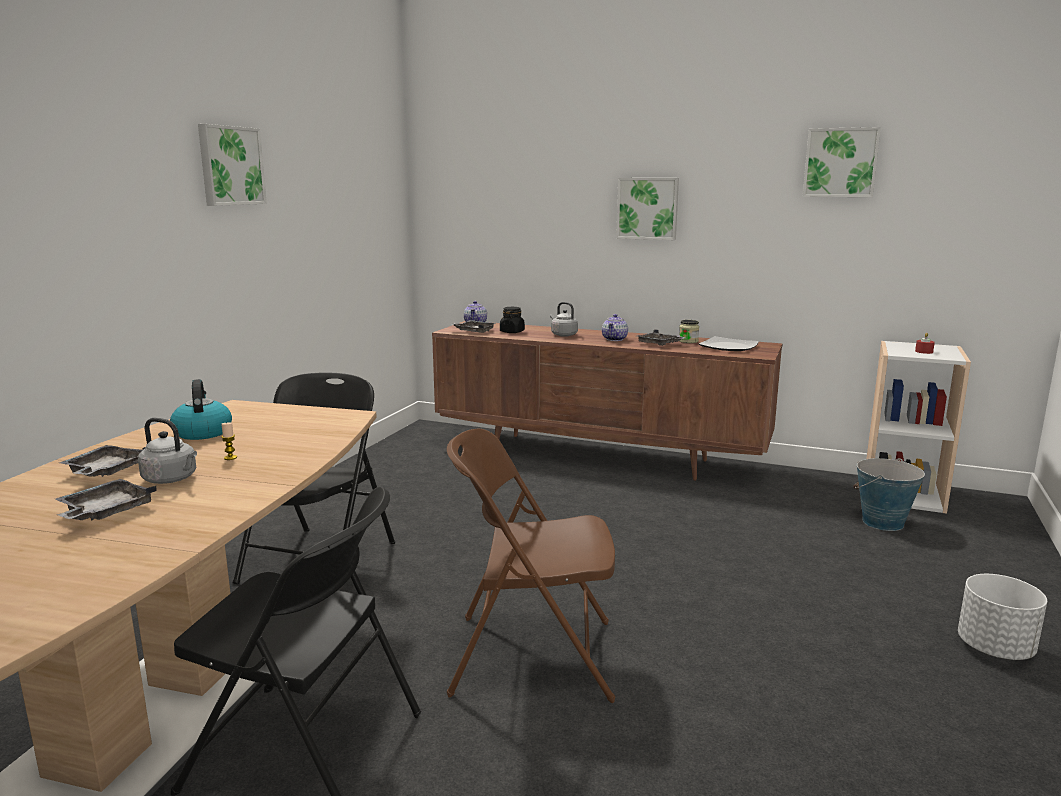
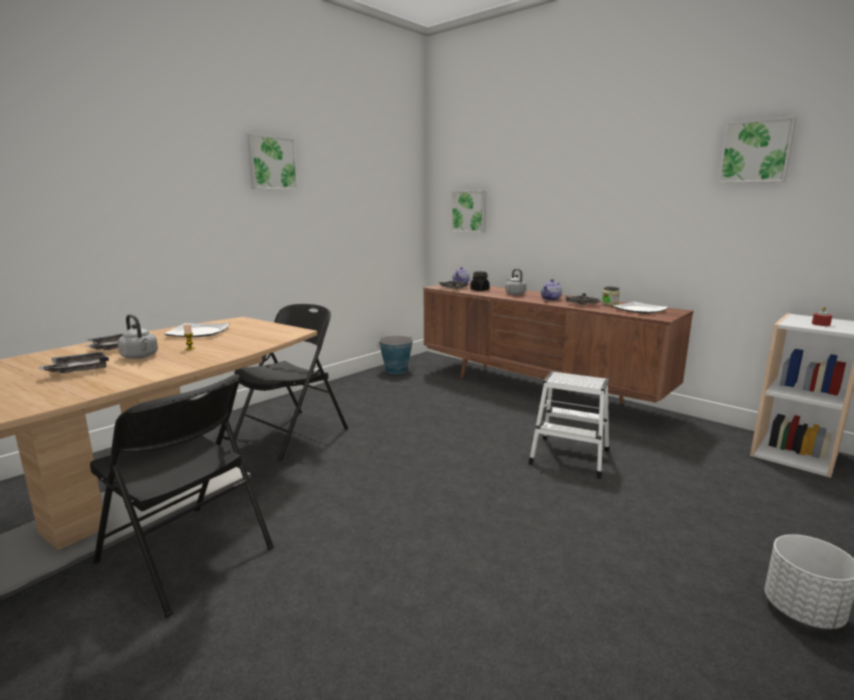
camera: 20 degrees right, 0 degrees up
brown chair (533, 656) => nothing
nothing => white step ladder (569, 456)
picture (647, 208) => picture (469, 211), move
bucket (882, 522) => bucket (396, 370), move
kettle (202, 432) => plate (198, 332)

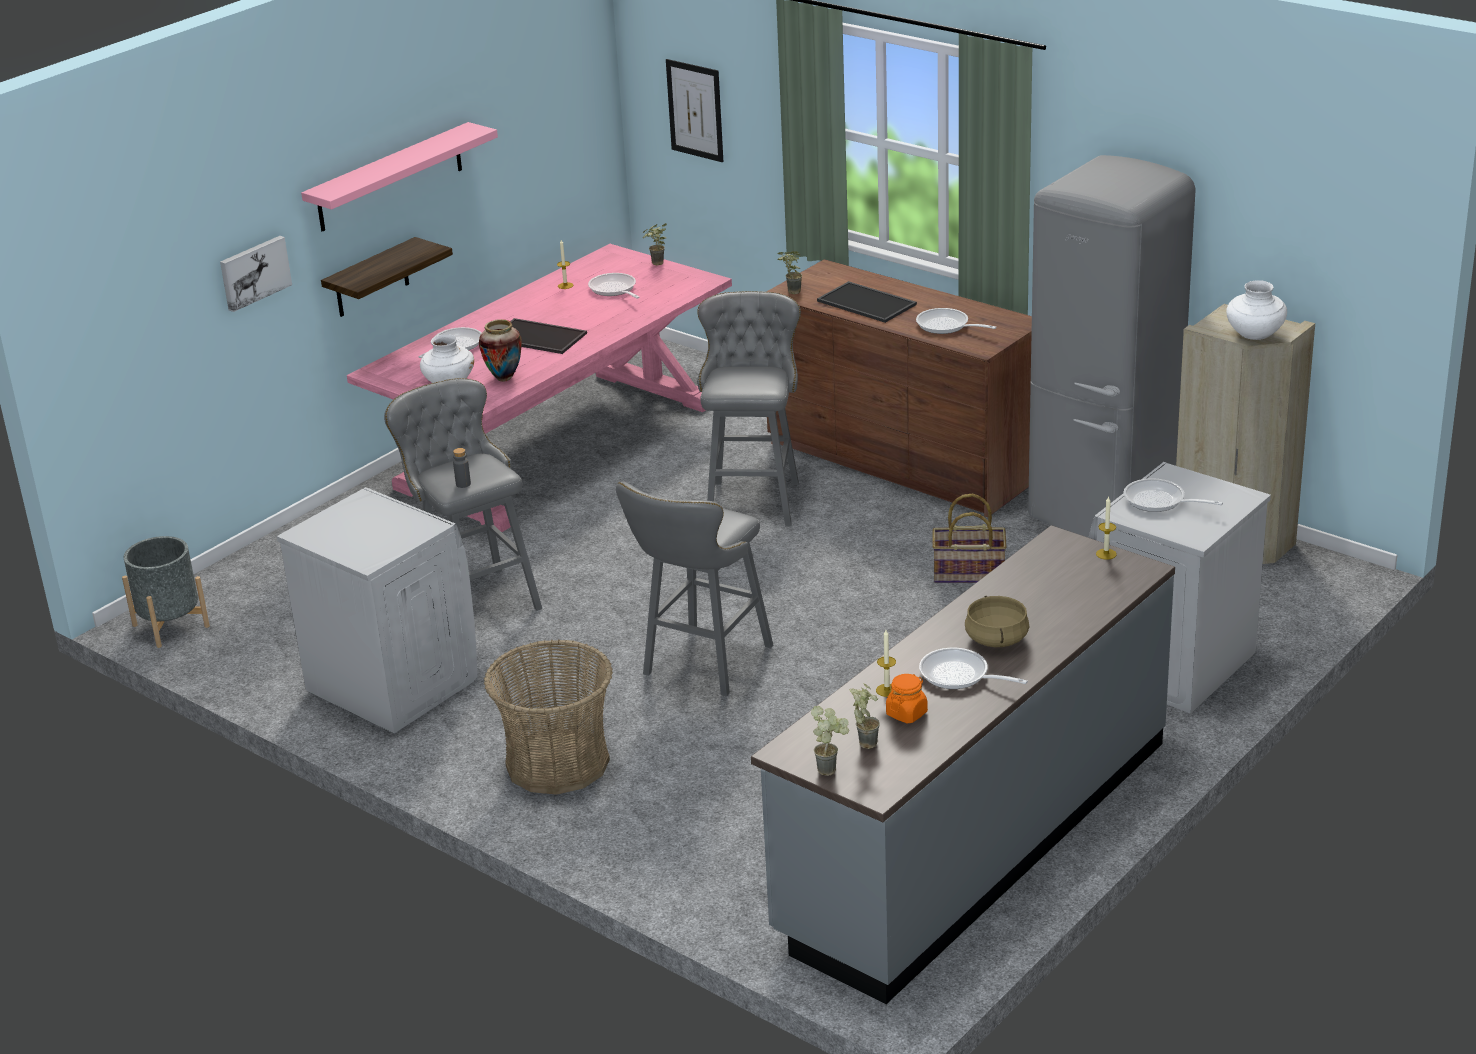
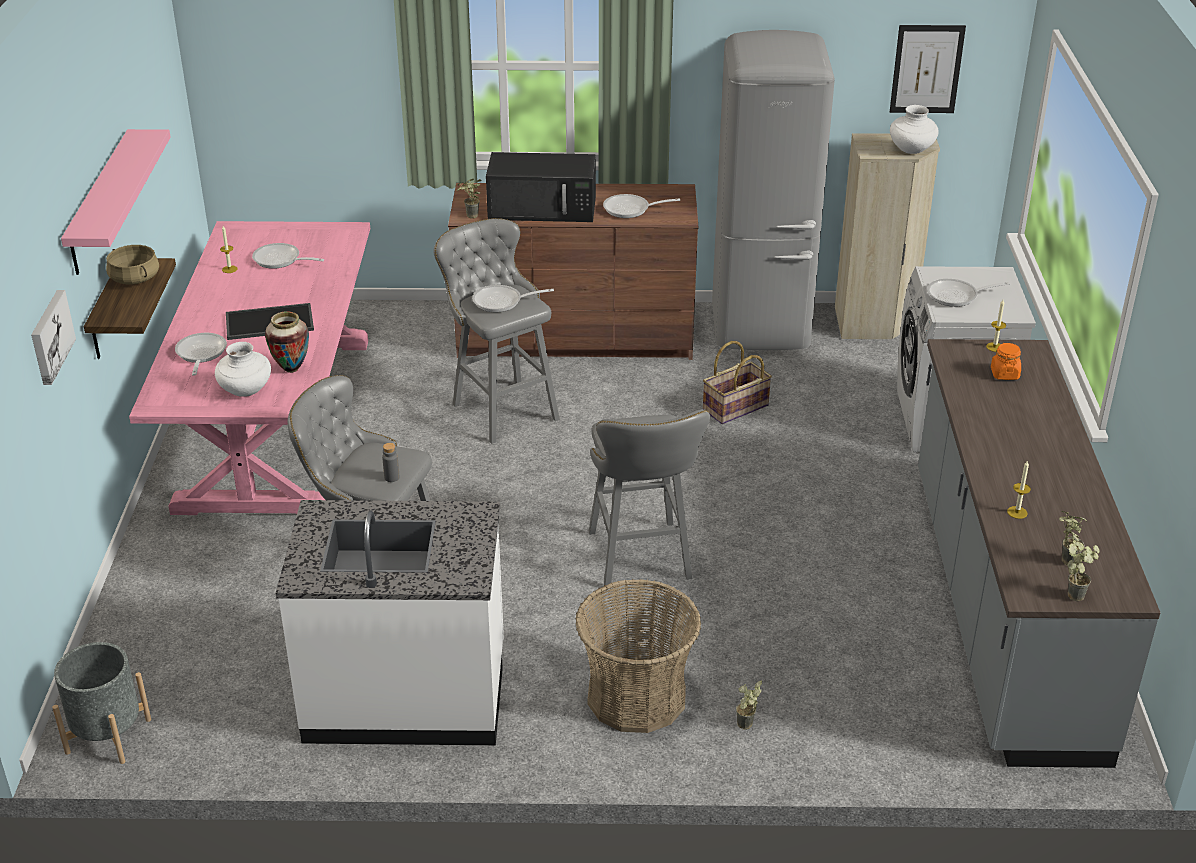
camera: 40 degrees left, 5 degrees up
potted plant (656, 264) => potted plant (746, 728), move
picture (695, 110) => picture (926, 69), move
orange jar (906, 713) => orange jar (1004, 374), move
frying pan (959, 676) => frying pan (502, 302), move
beige cooking pot (996, 639) => beige cooking pot (134, 279), move
white washing machine (392, 686) => white counter (406, 695)
tray (868, 302) => black microwave (544, 208)

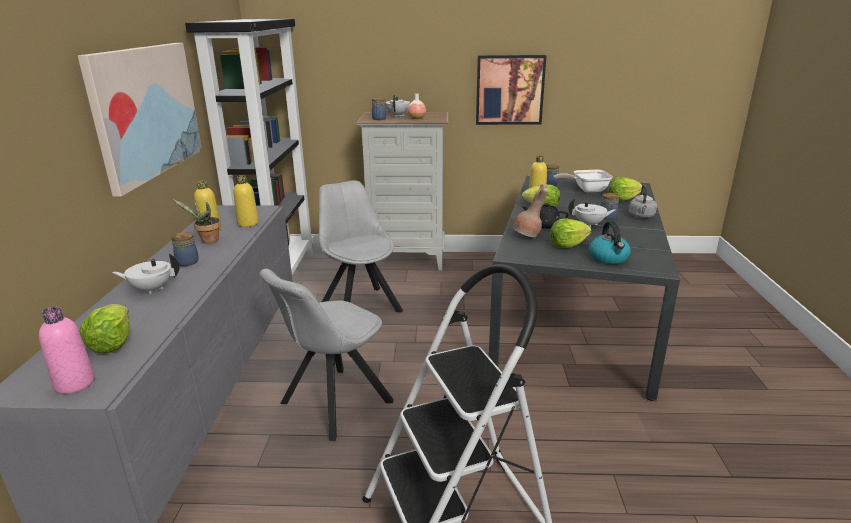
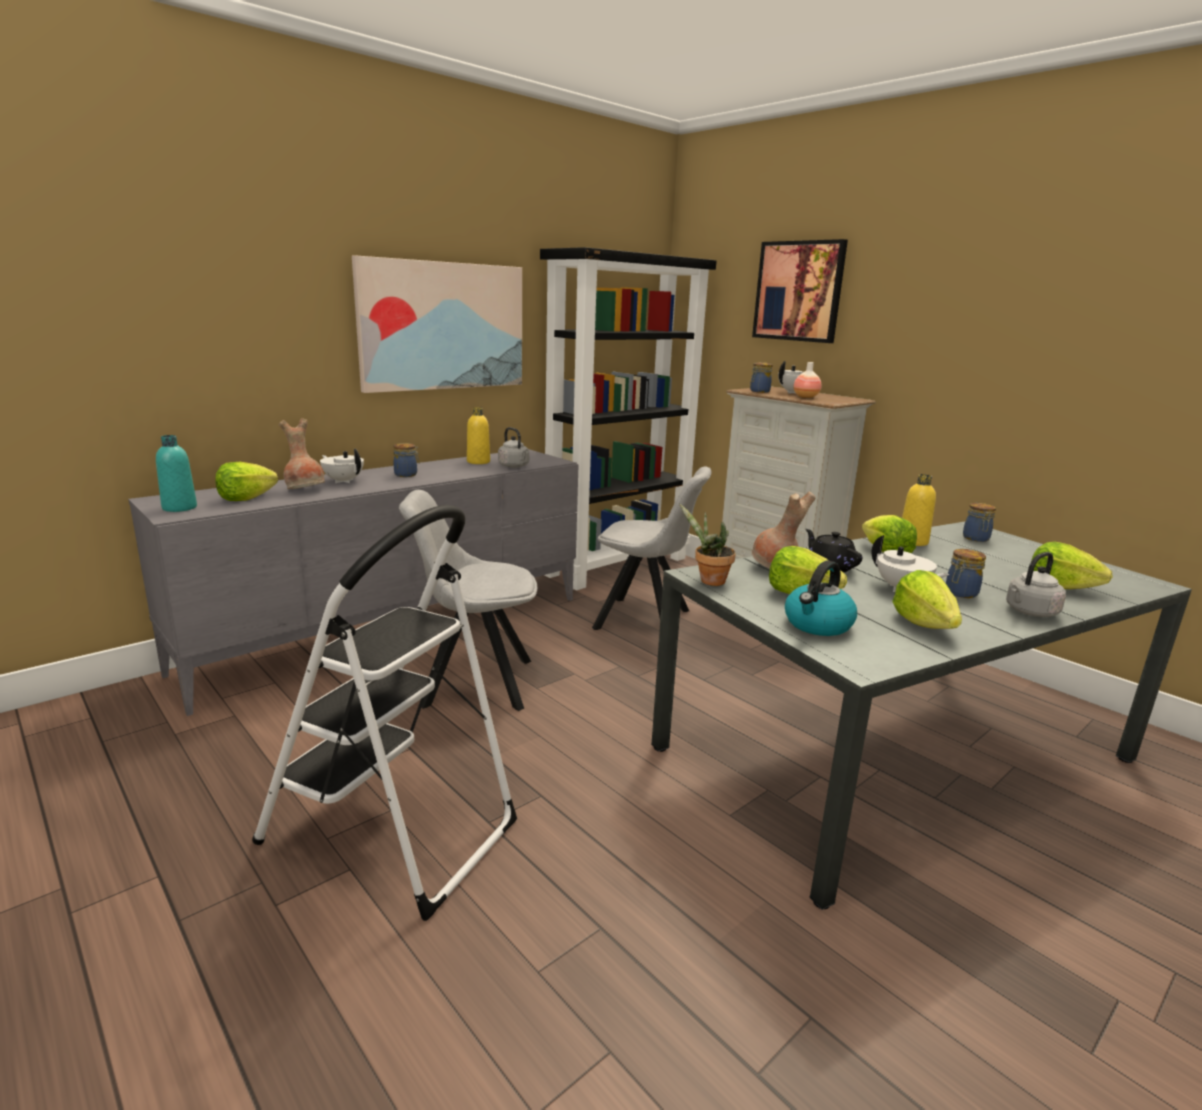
camera: 45 degrees right, 5 degrees down
frying pan (586, 190) => nothing
nothing => brown vase (305, 490)
nothing => lettuce (924, 624)
potted plant (207, 241) => potted plant (708, 581), move
picture (509, 90) => picture (799, 291), move
yellow bottle (248, 223) => grey kettle (514, 466)
pink bottle (75, 383) => turquoise bottle (179, 508)
grey chair (360, 305) => grey chair (645, 620), 90 degrees clockwise

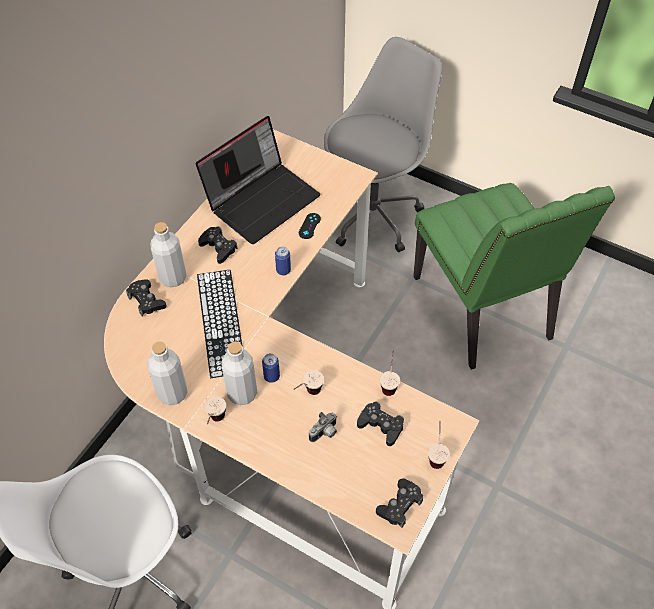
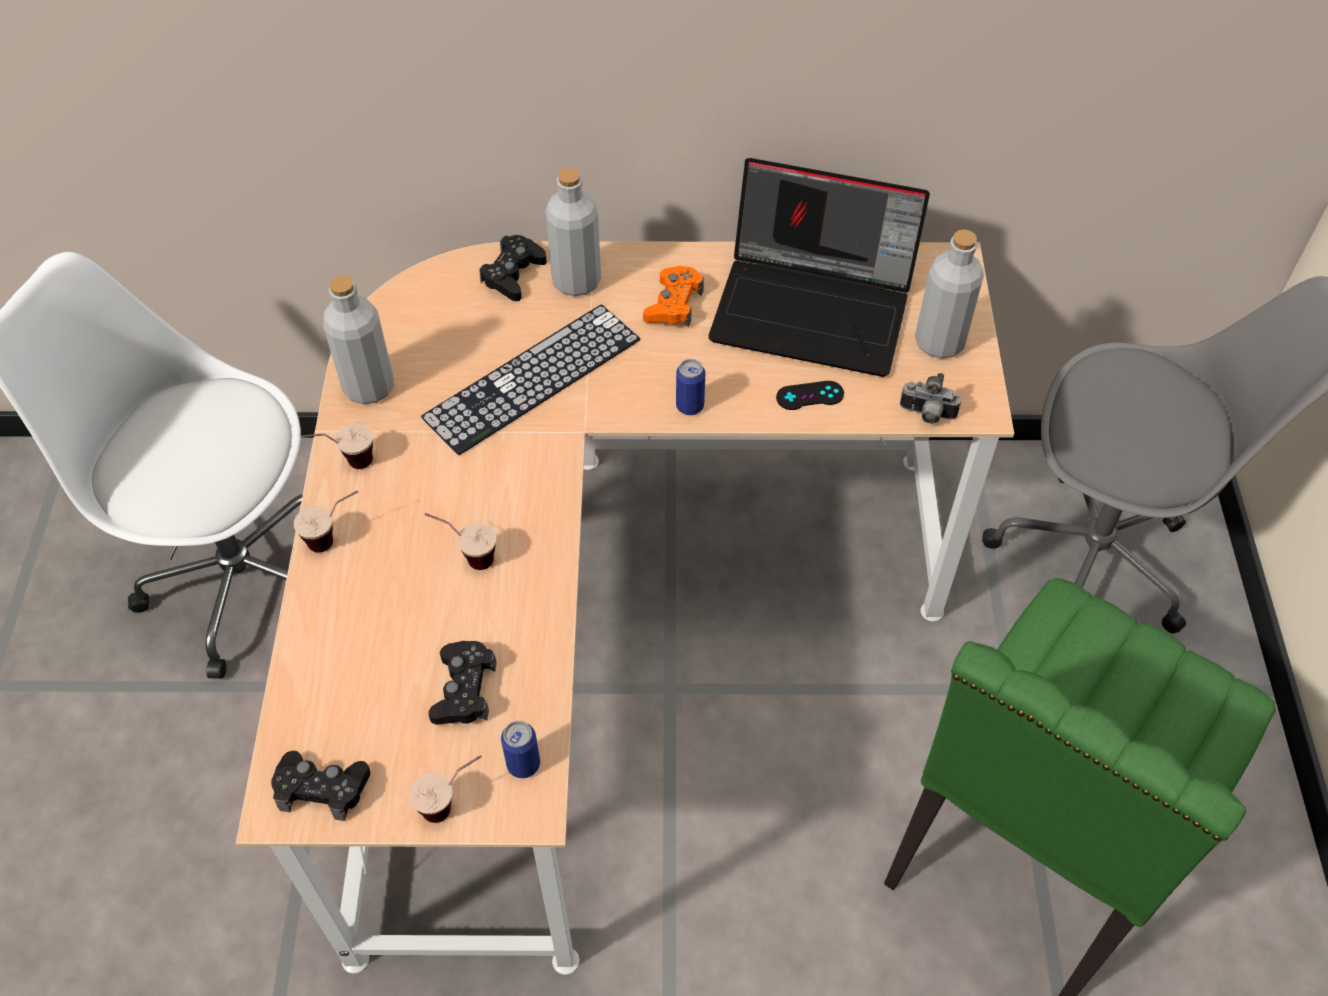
camera: 60 degrees right, 0 degrees up
grey bottle (242, 393) => grey bottle (939, 342), move
can (271, 376) => can (523, 764), move
photo camera (325, 433) => photo camera (926, 415), move
cup (389, 383) => cup (335, 537), move
black game controller (218, 247) => orange game controller (673, 304)

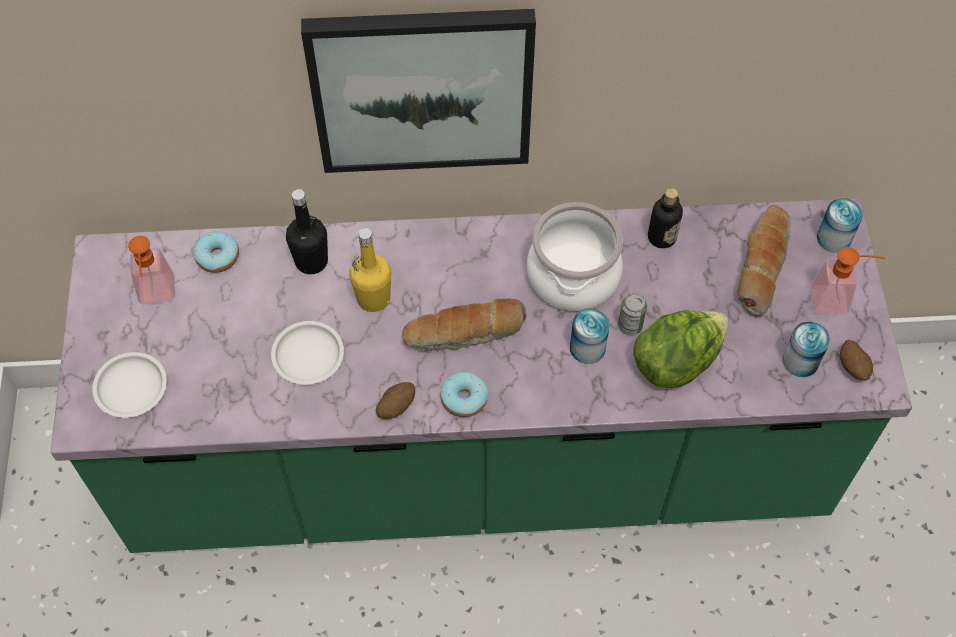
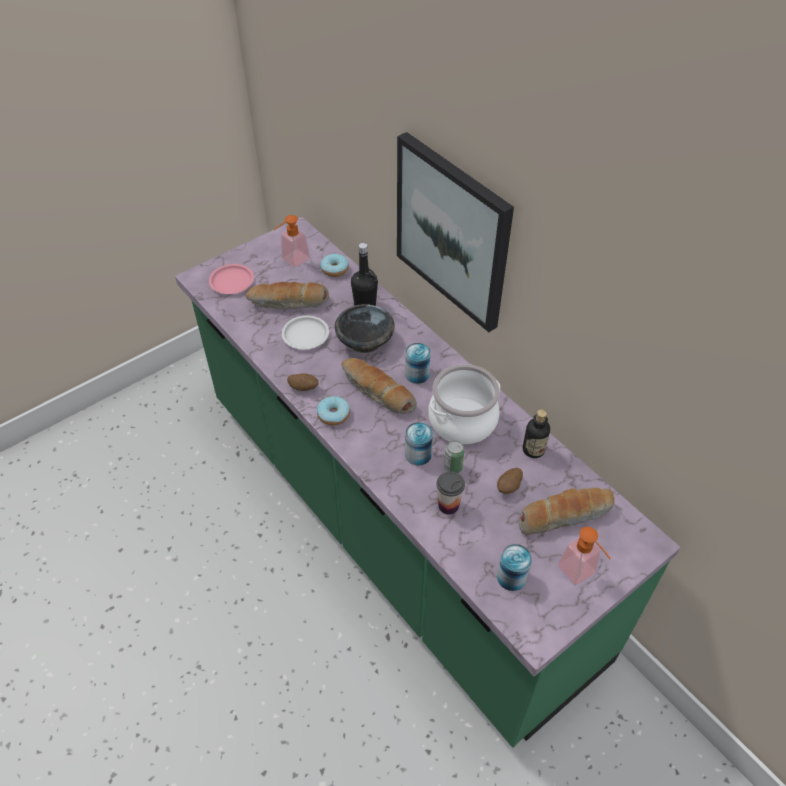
camera: 55 degrees right, 10 degrees down
nothing => bread (288, 303)
can (834, 238) => can (417, 374), move
potato (853, 367) => potato (509, 487), move
yellow bottle (373, 298) => black bowl (364, 341)
lettuce (676, 361) => cup (448, 505)
white plate (131, 388) => pink plate (231, 282)

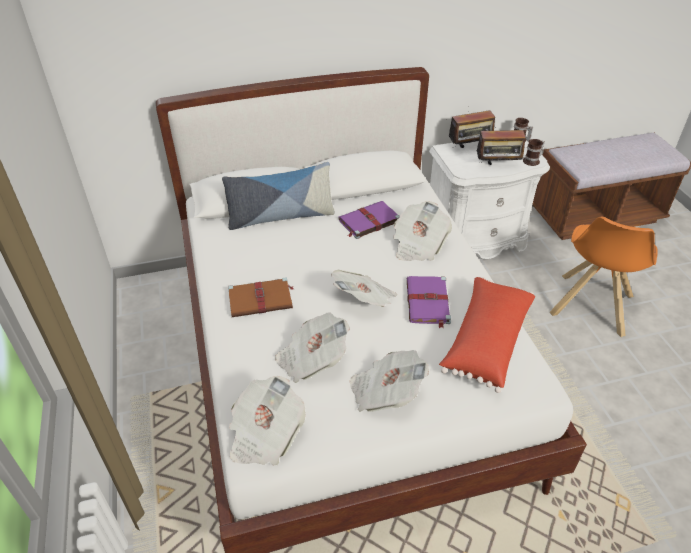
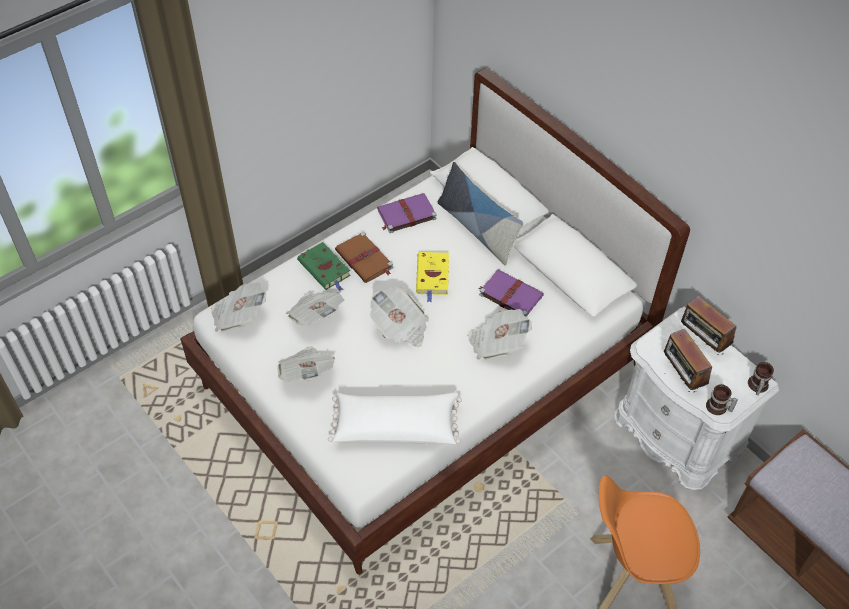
camera: 65 degrees right, 10 degrees up
nothing => green book (325, 269)
nothing => yellow book (433, 277)
purple book (428, 302) => purple book (405, 214), move
red pillow (485, 341) => white pillow (395, 426)

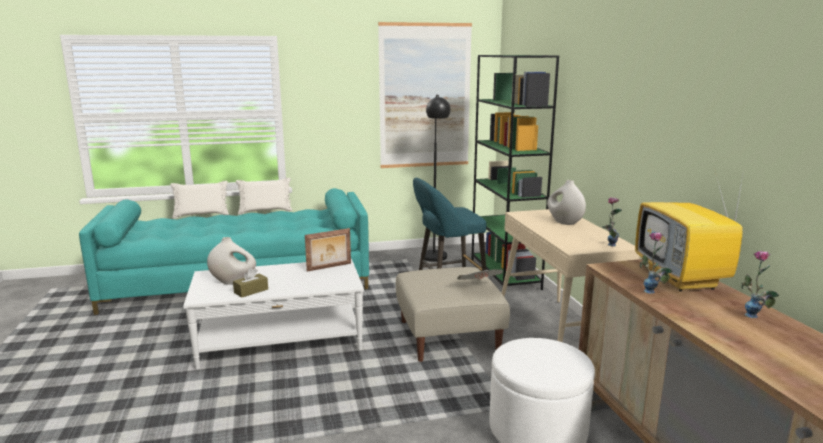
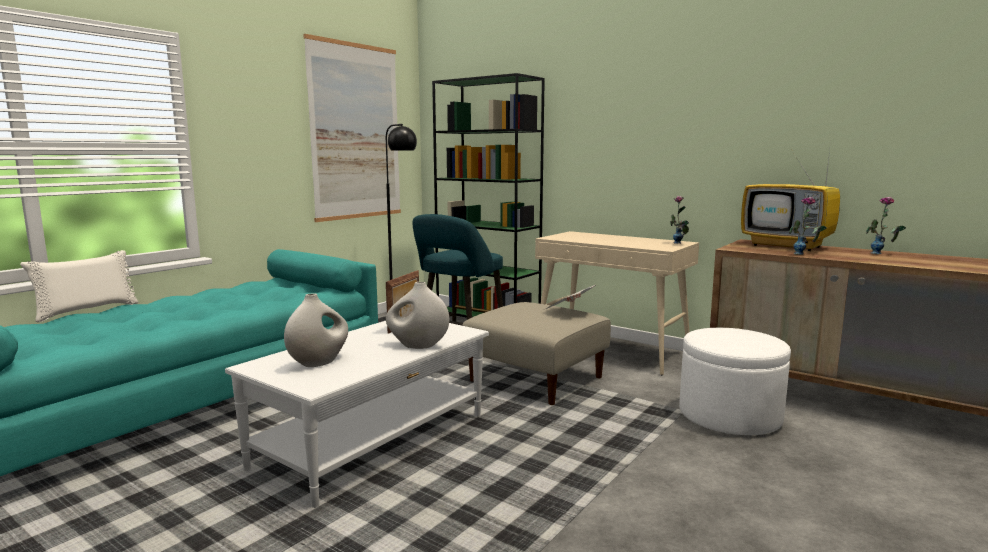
camera: 40 degrees left, 5 degrees down
brown tissue box (251, 291) => nothing
white pillow (265, 211) => nothing
white vase (564, 222) => white vase (417, 346), move

